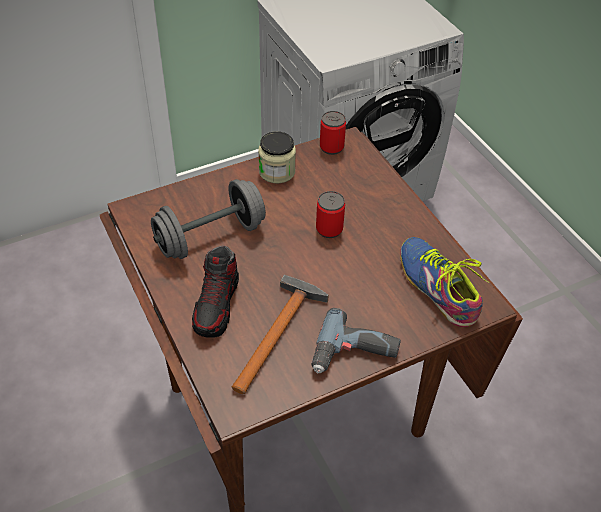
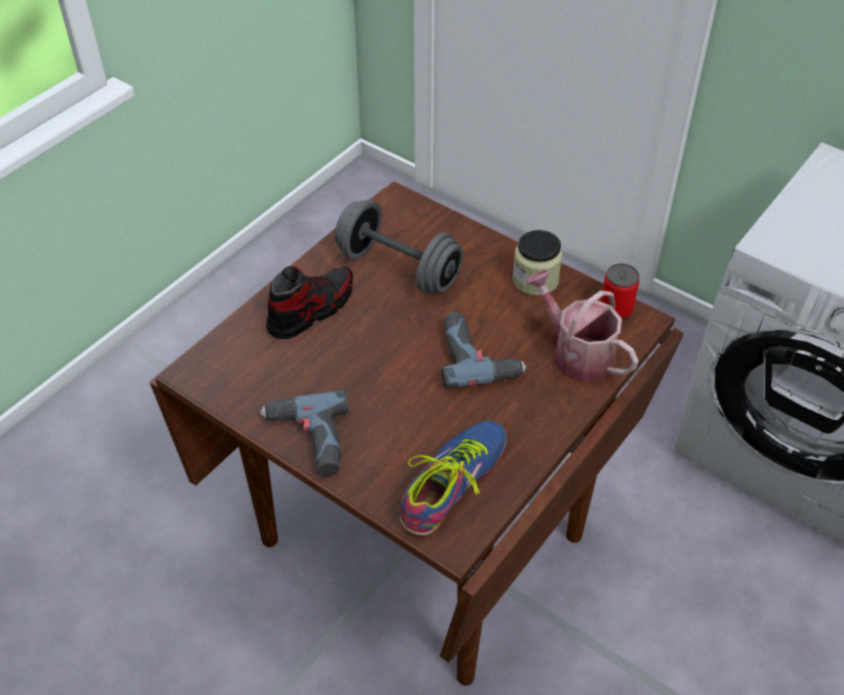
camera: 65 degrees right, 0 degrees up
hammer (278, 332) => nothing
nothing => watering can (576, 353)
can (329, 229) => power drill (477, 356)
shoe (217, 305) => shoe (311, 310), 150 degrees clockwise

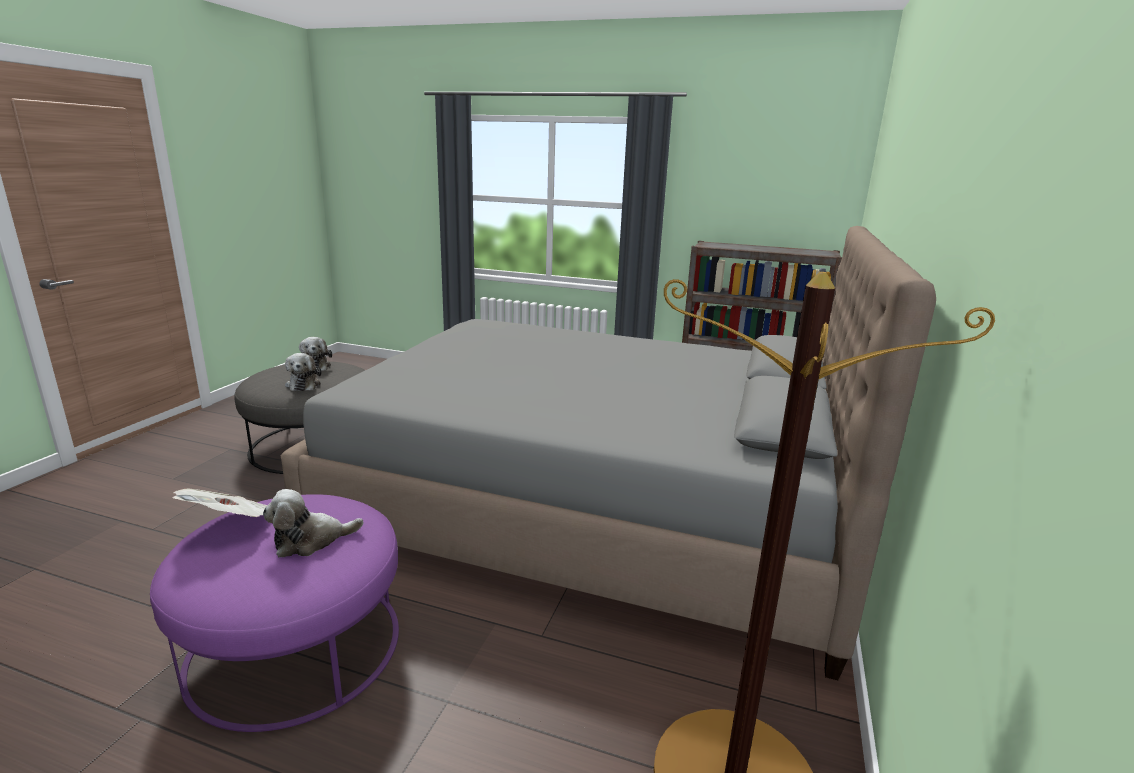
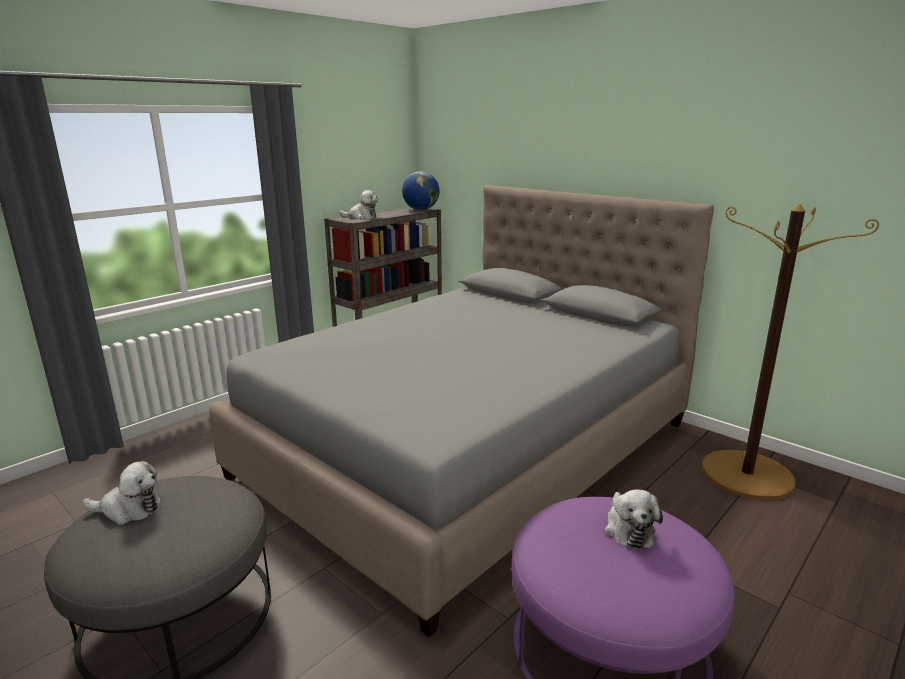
camera: 65 degrees left, 0 degrees up
newspaper (234, 524) => nothing
nothing => globe (421, 209)
plush toy (304, 384) => plush toy (361, 217), move

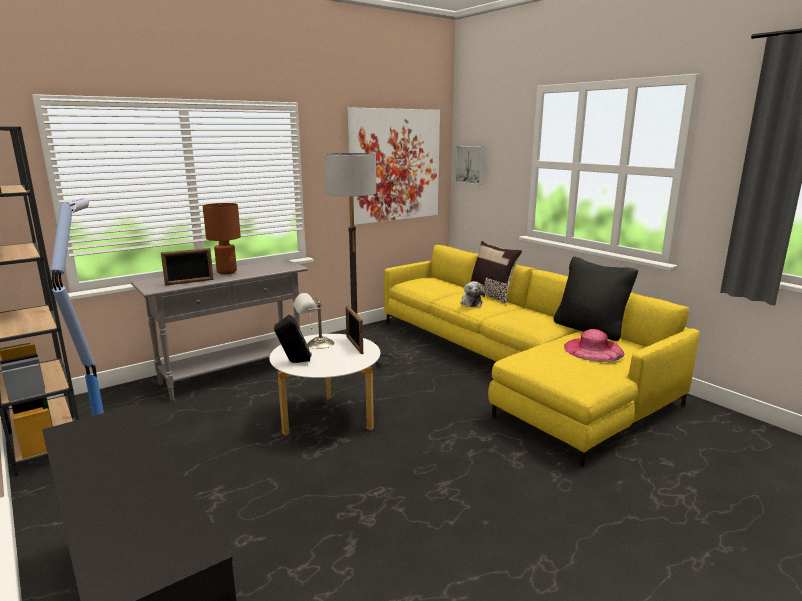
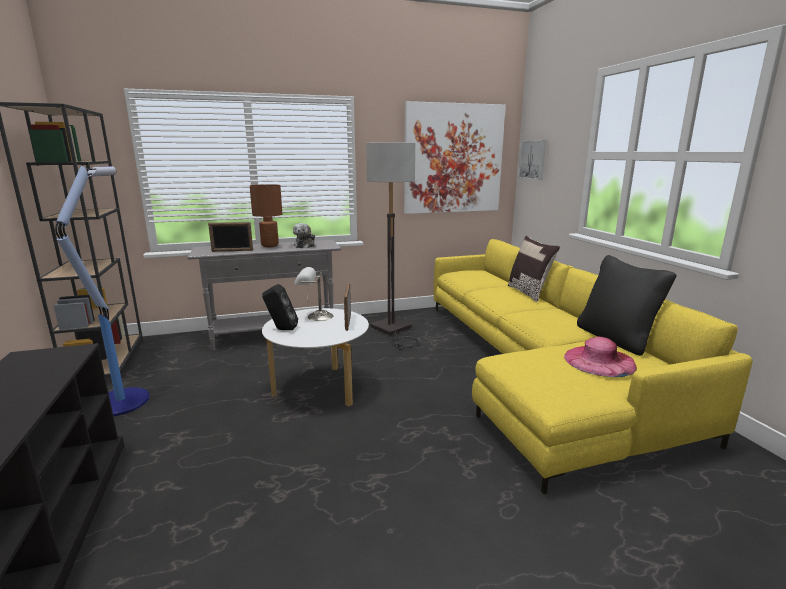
camera: 20 degrees right, 0 degrees up
plush toy (471, 303) => plush toy (305, 245), move

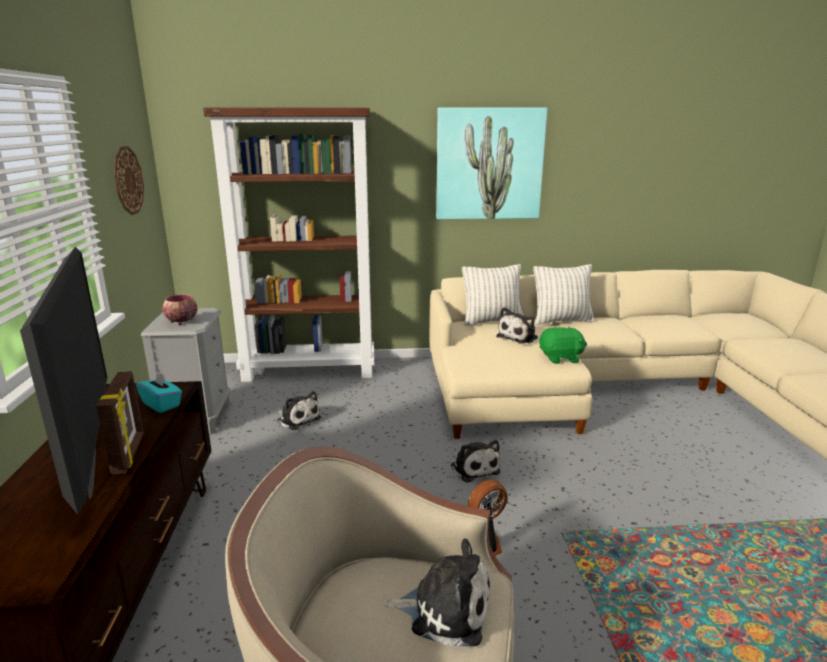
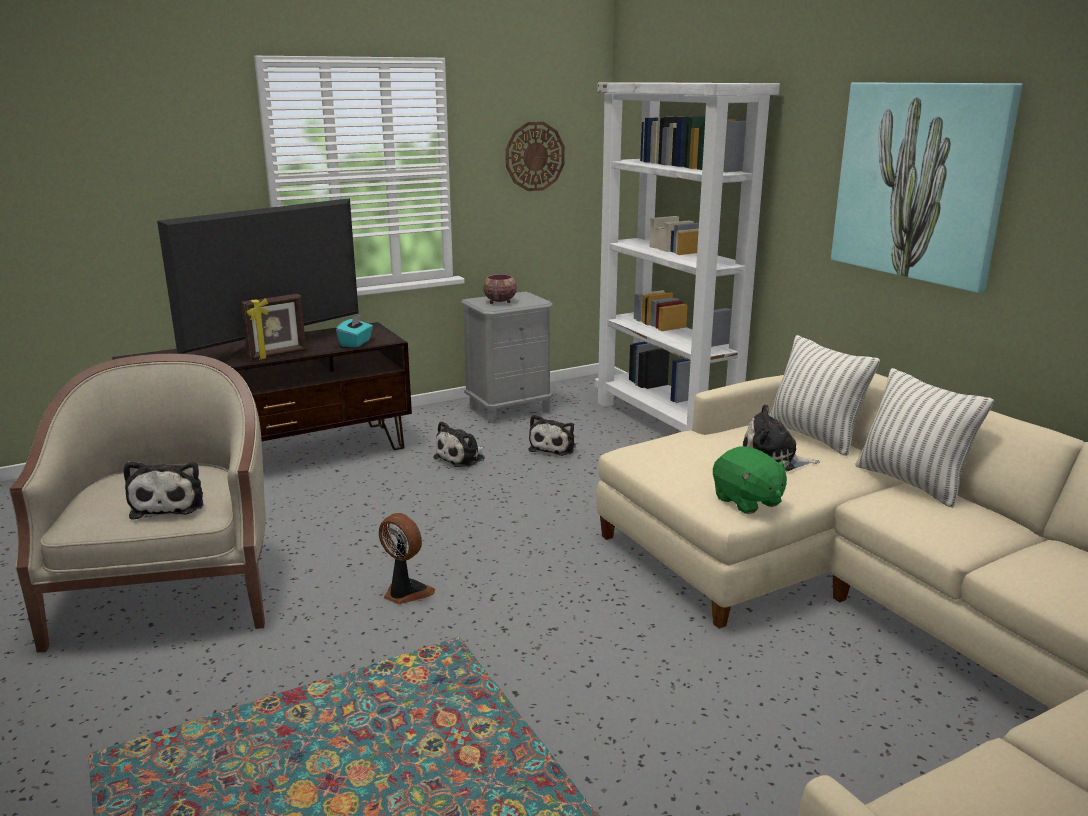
camera: 65 degrees right, 0 degrees up
plush toy (473, 468) => plush toy (462, 458), move
brown bookcase (310, 370) => white bookcase (666, 423)

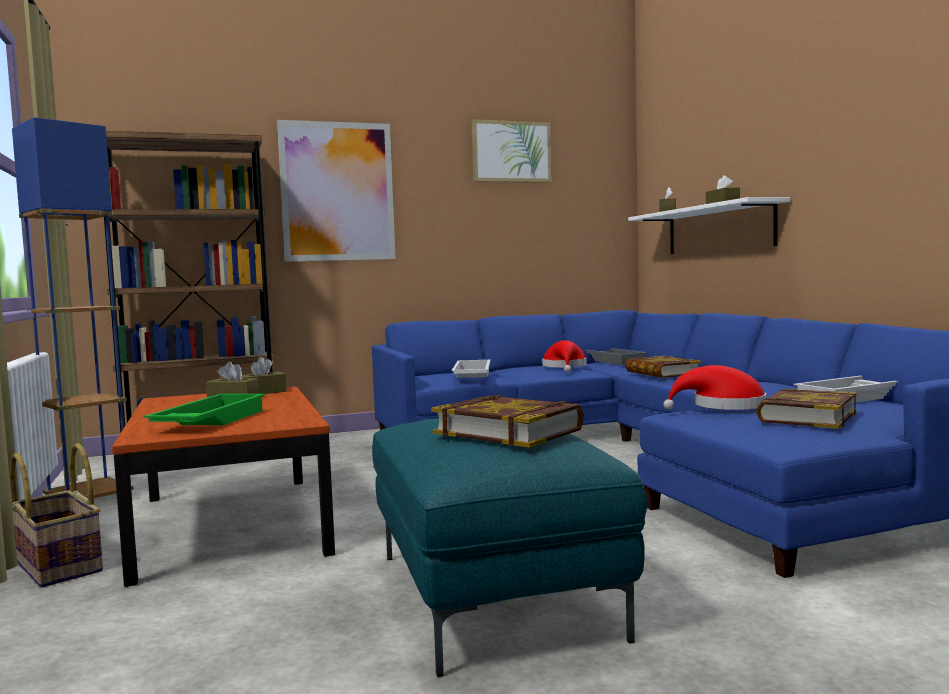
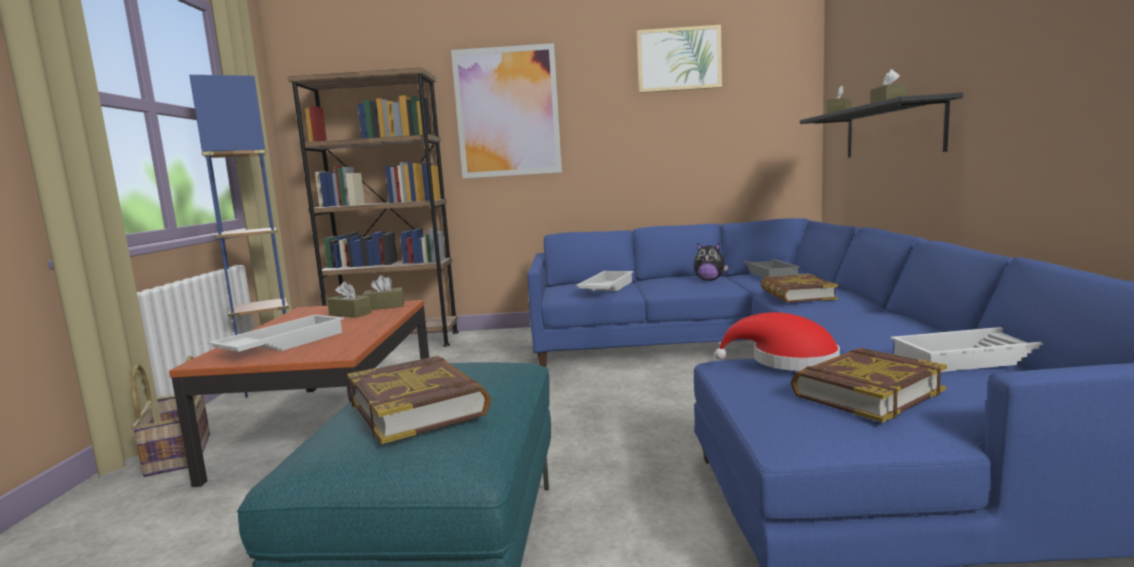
camera: 20 degrees right, 5 degrees up
red hat (565, 367) => plush toy (709, 280)
green tray (209, 421) => white tray (282, 344)
white shelf (719, 229) => black shelf (891, 131)

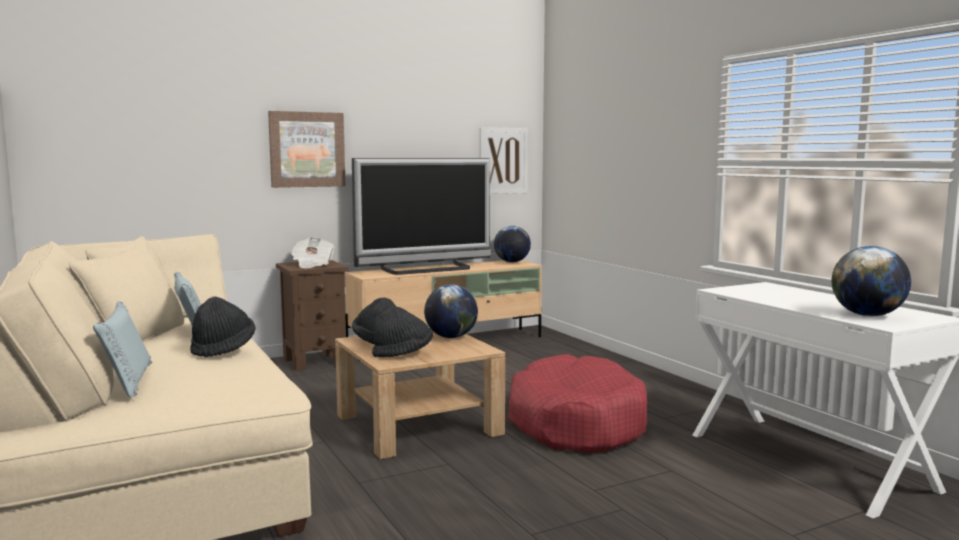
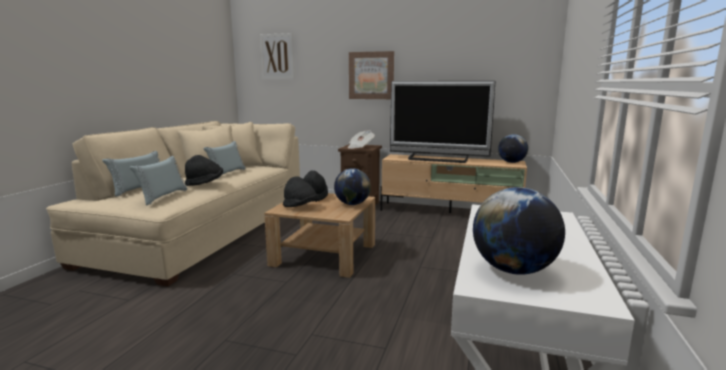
camera: 45 degrees right, 5 degrees up
red dog bed (575, 424) => nothing
nothing => blue pillow (163, 197)
picture (503, 160) => picture (277, 56), move

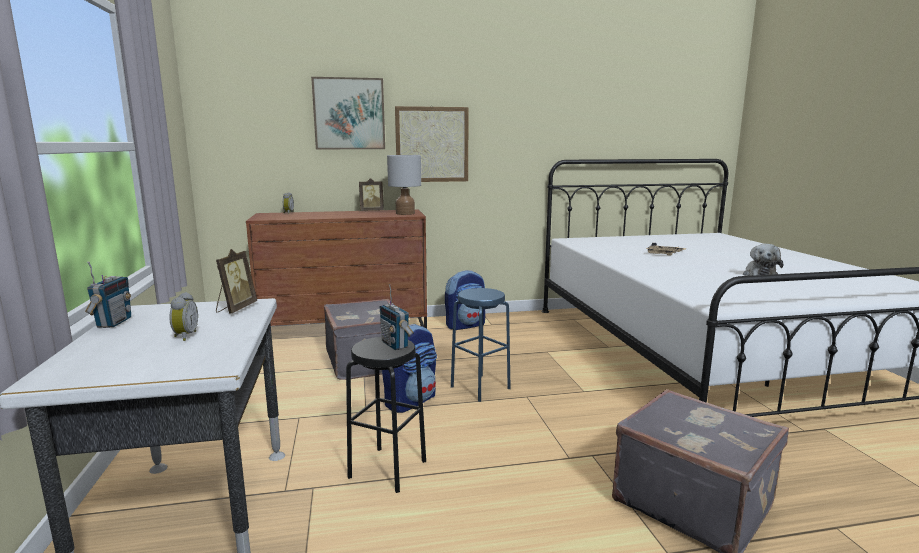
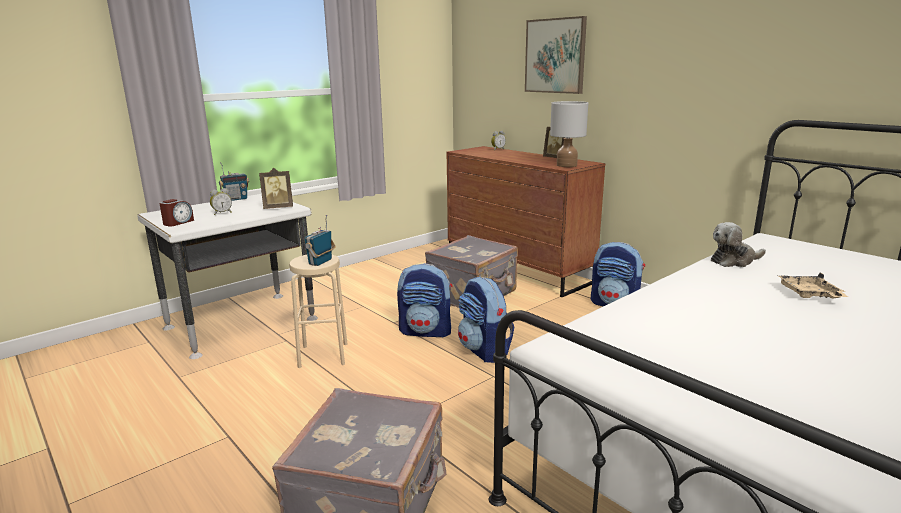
camera: 60 degrees right, 5 degrees up
picture (432, 143) => nothing
nothing => alarm clock (178, 222)
plush toy (759, 275) => plush toy (734, 261), move
blue stool (480, 387) => backpack (484, 350)
black stool (388, 469) => beige stool (323, 355)

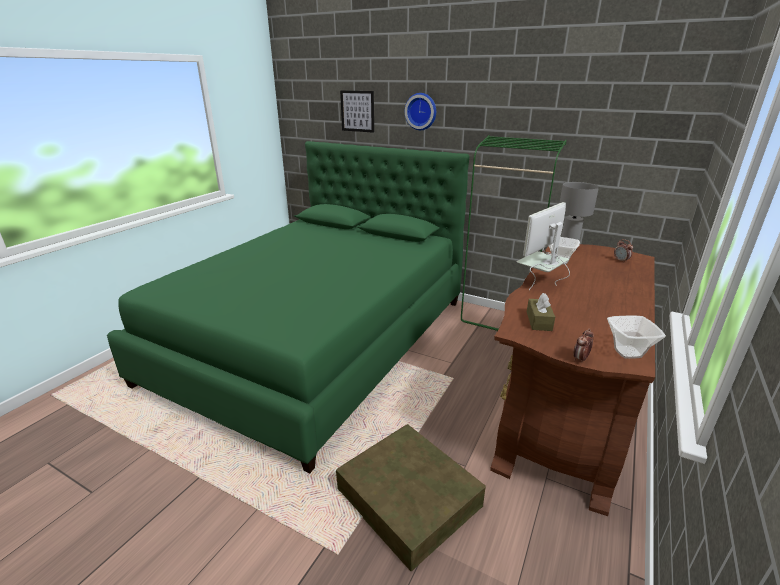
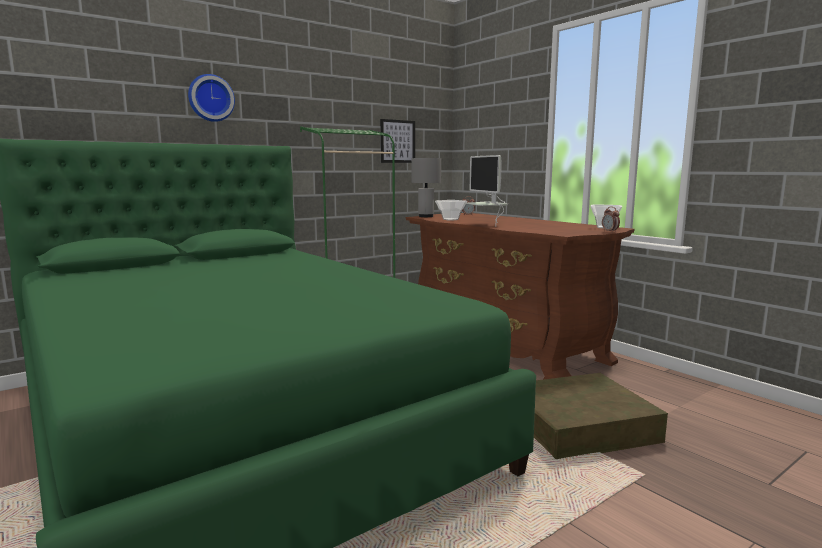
camera: 65 degrees left, 15 degrees down
brown tissue box (539, 321) => nothing
picture (357, 111) => picture (397, 141), move

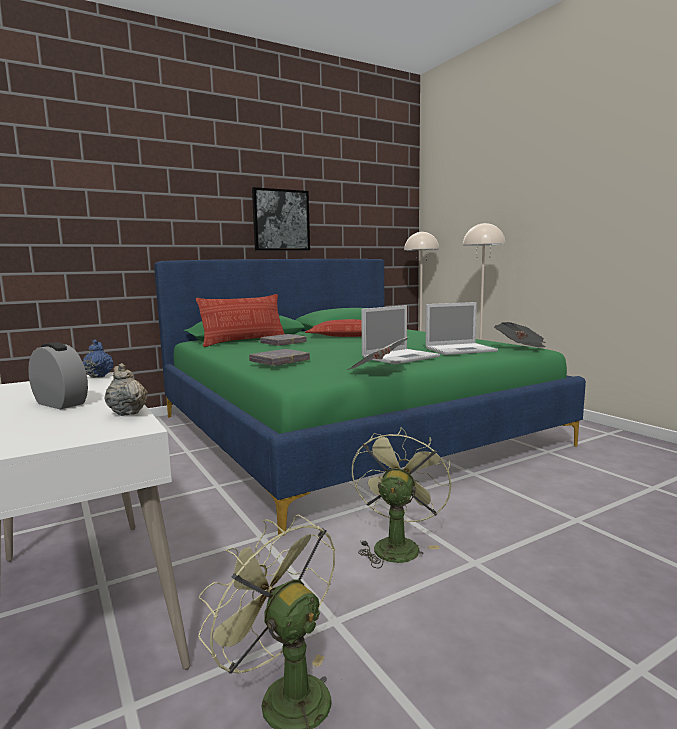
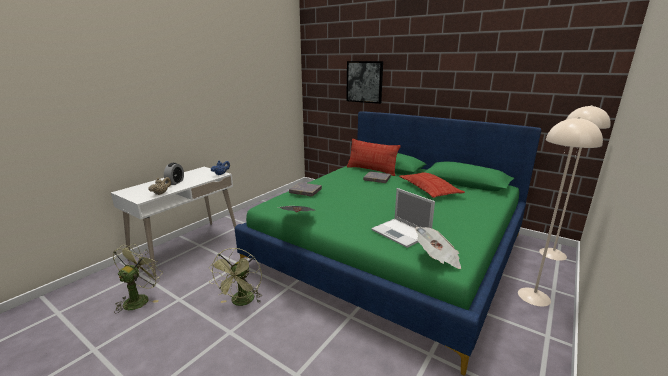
camera: 65 degrees right, 10 degrees up
laptop (401, 357) => nothing
picture (281, 220) => picture (364, 82), move
green fan (397, 545) => green fan (241, 302), 105 degrees clockwise

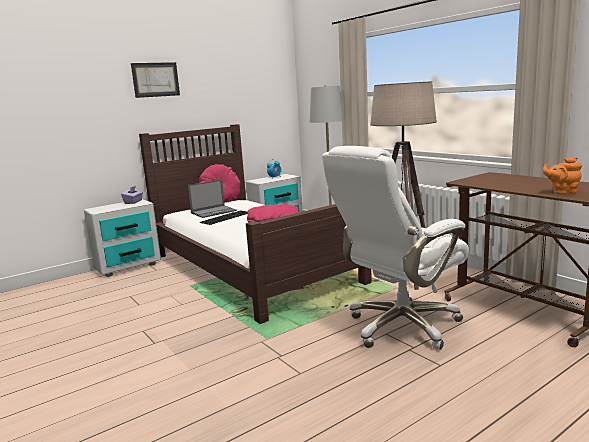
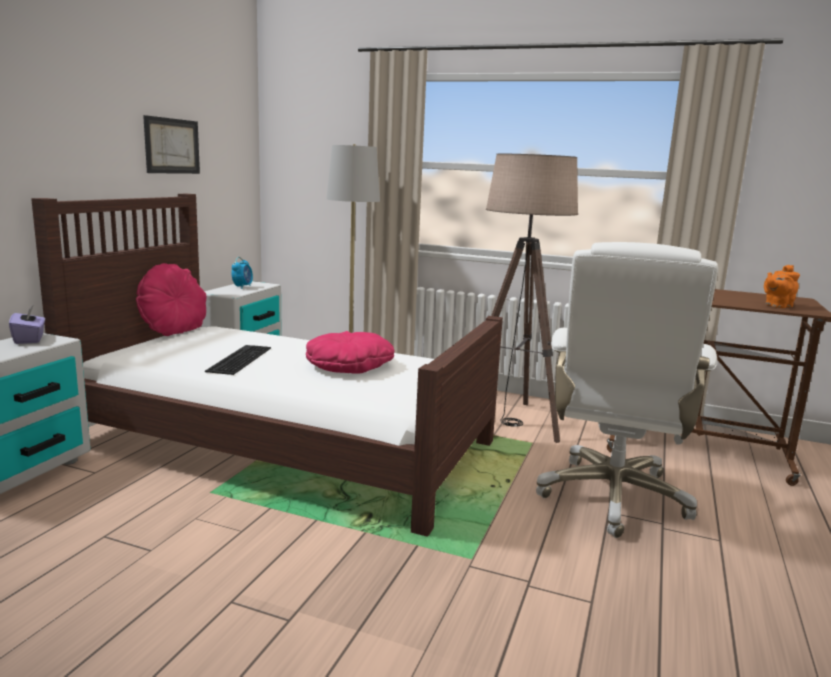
camera: 35 degrees left, 0 degrees up
laptop (214, 212) => nothing
picture (155, 79) => picture (172, 146), move

